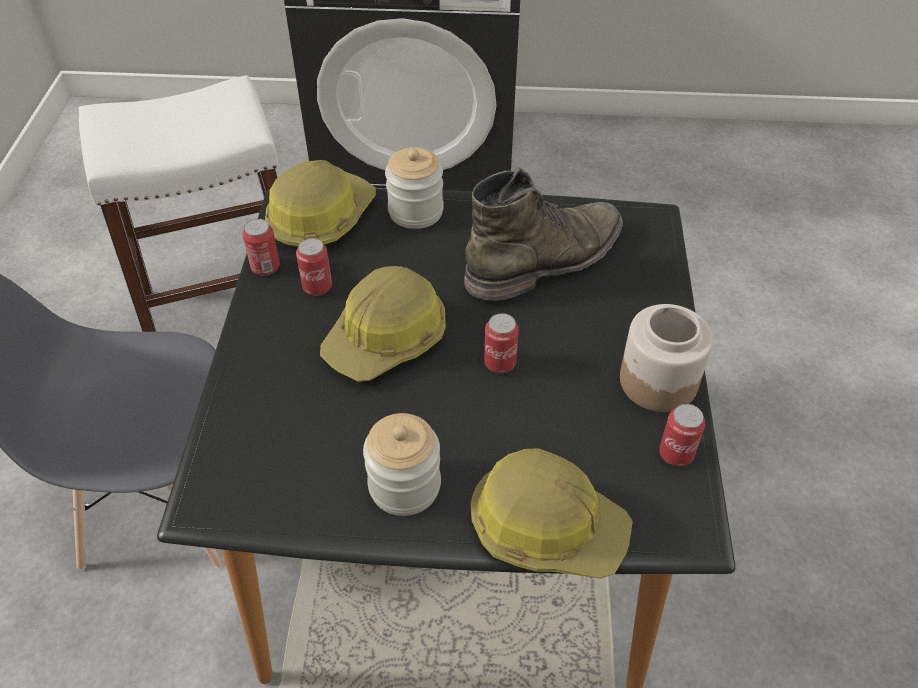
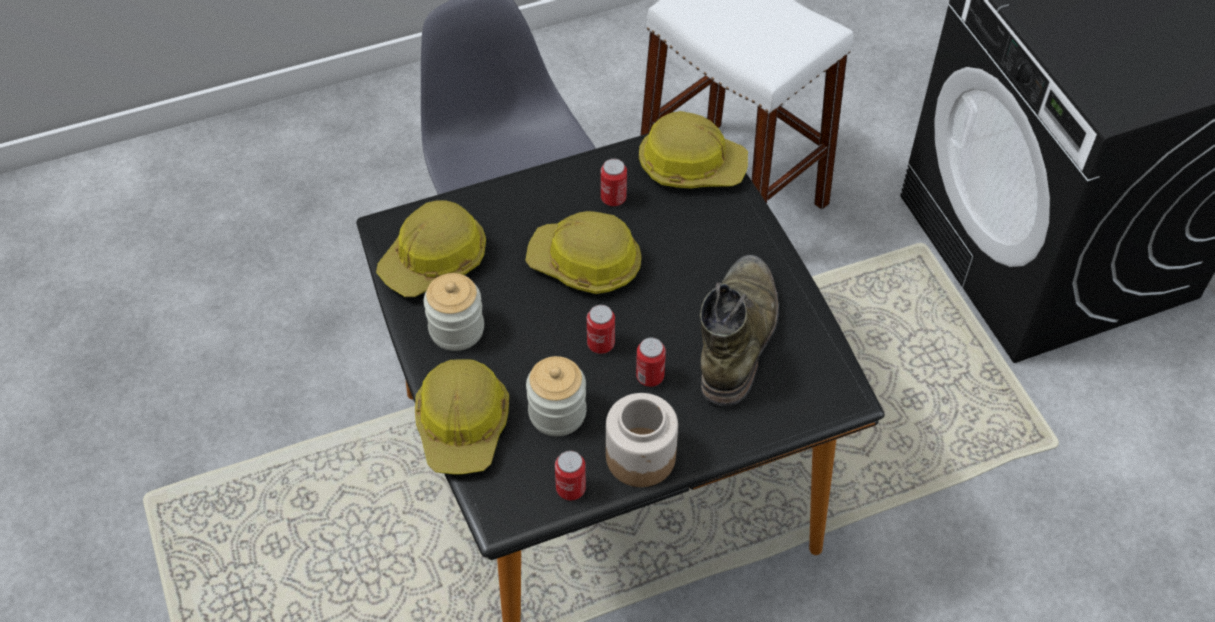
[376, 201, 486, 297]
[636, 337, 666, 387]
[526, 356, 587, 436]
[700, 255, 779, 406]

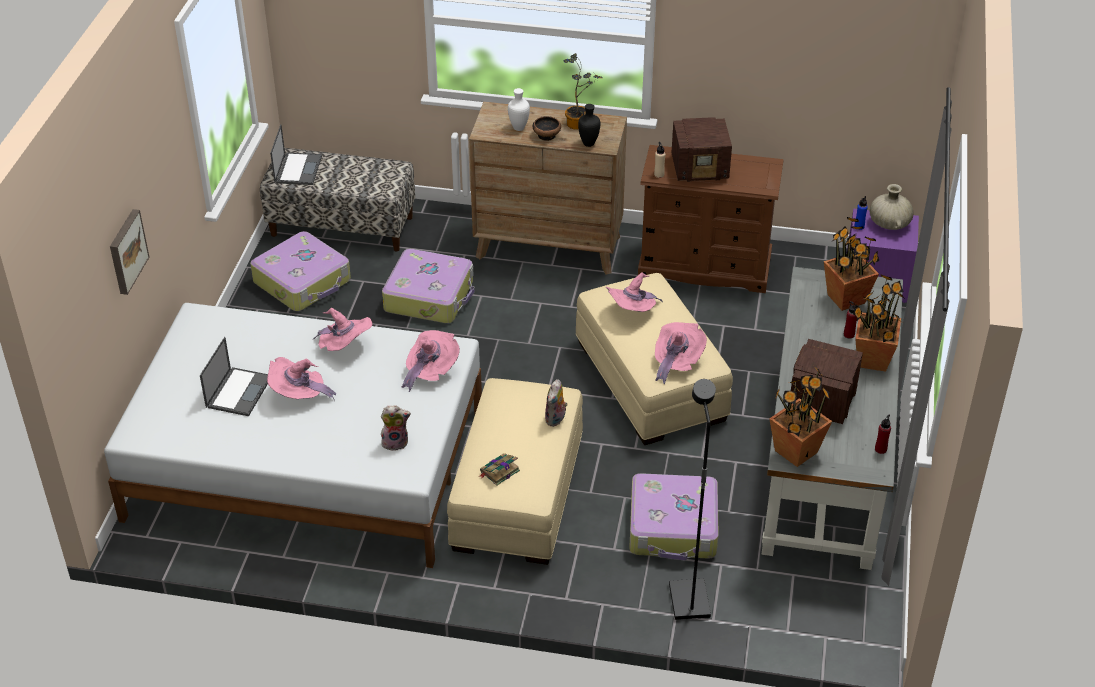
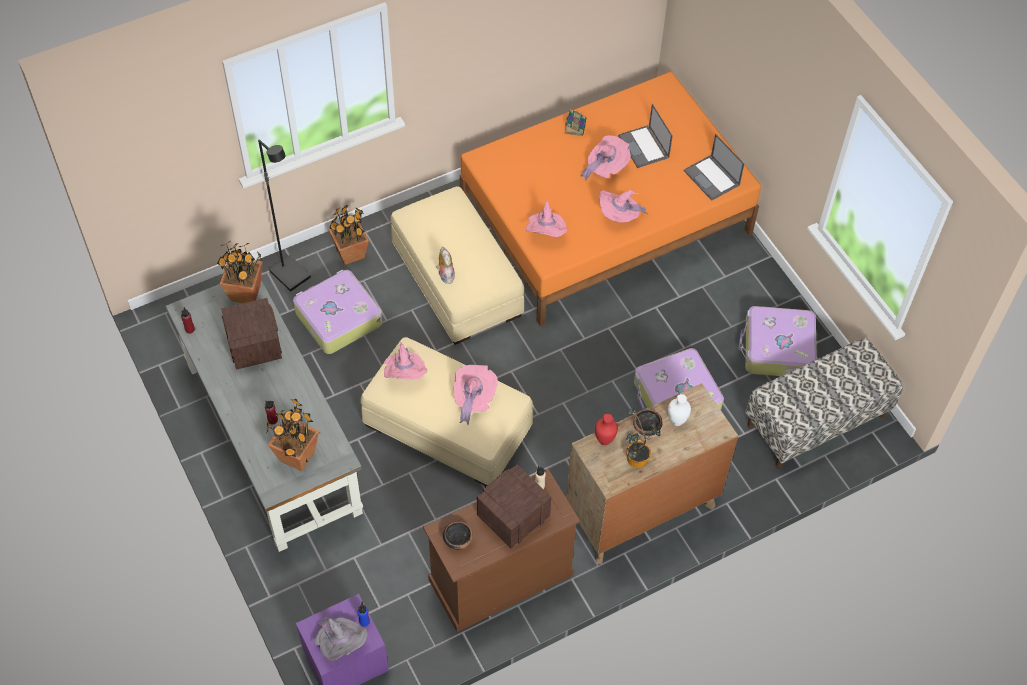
[110, 209, 149, 295] (first image)
[381, 405, 411, 451] (first image)
[443, 521, 473, 550]
[684, 134, 745, 201]
[564, 109, 586, 136]
[328, 204, 369, 265]
[314, 616, 367, 661]
[460, 72, 761, 326]
[595, 414, 618, 445]

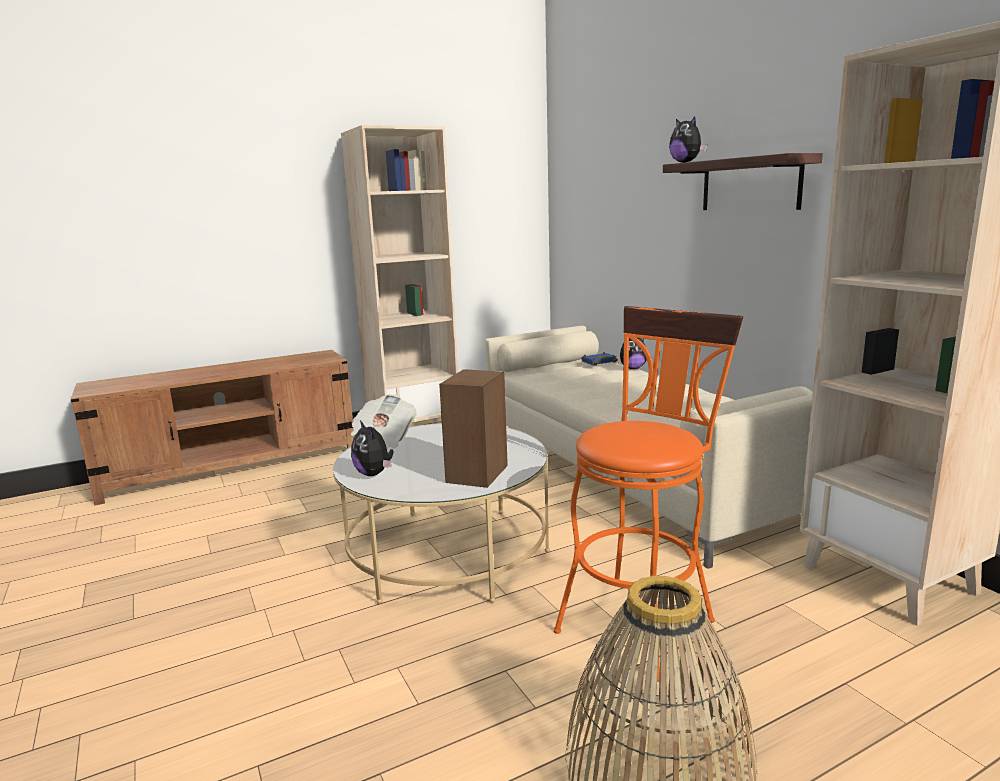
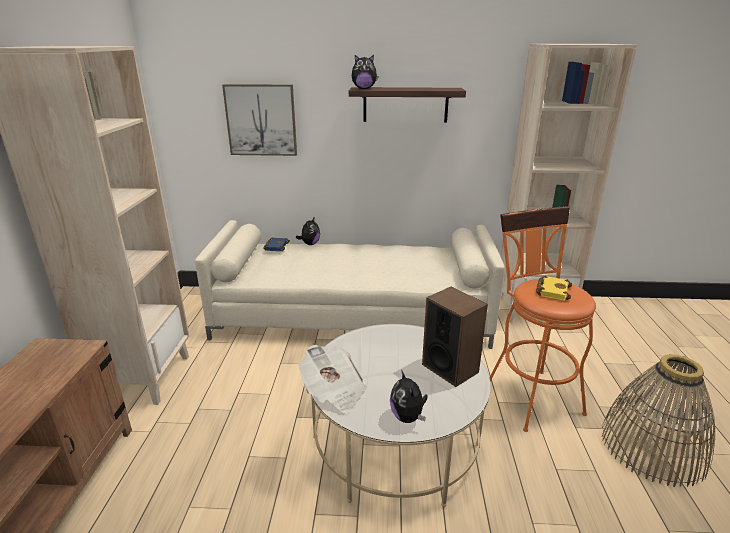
[222, 84, 297, 156]
[536, 276, 572, 301]
[390, 370, 428, 423]

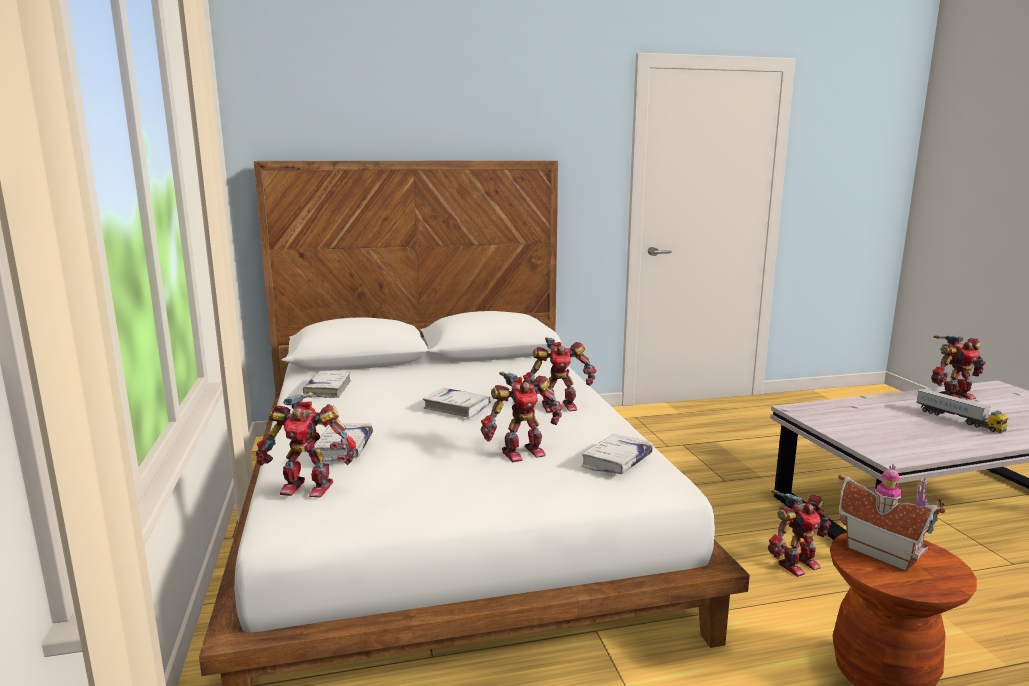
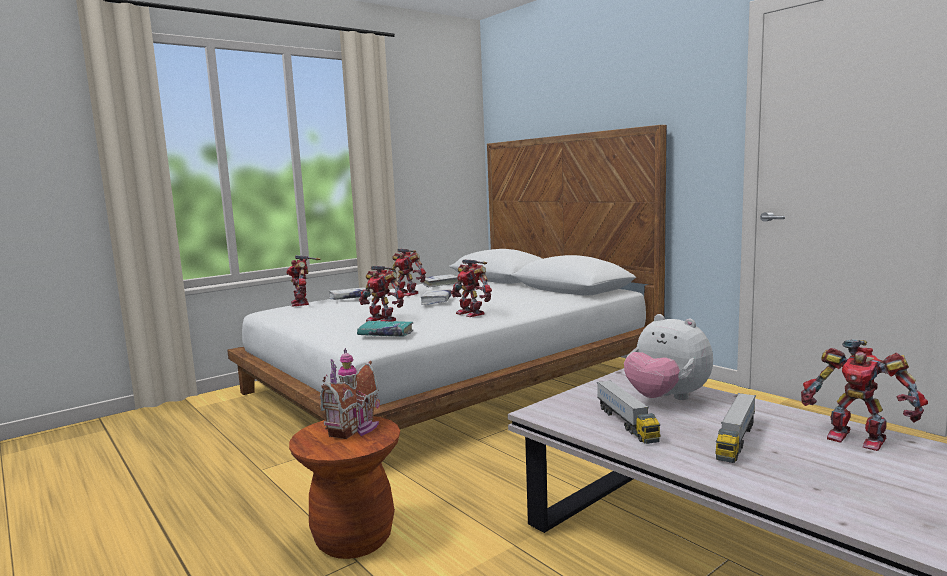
[597, 380, 660, 444]
[624, 314, 713, 400]
[388, 248, 426, 296]
[357, 321, 413, 337]

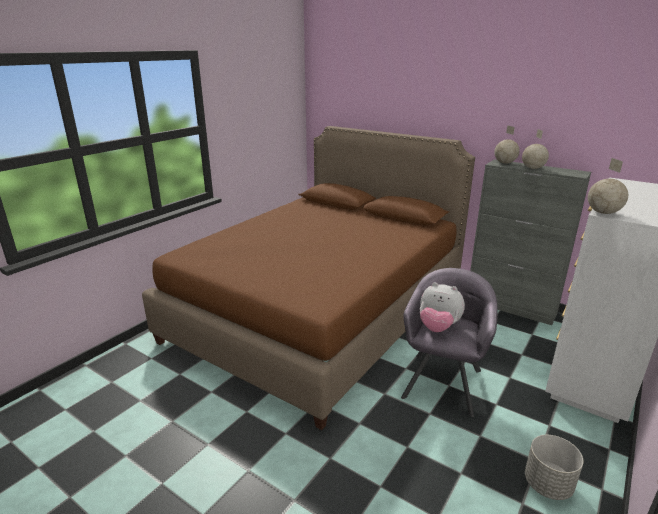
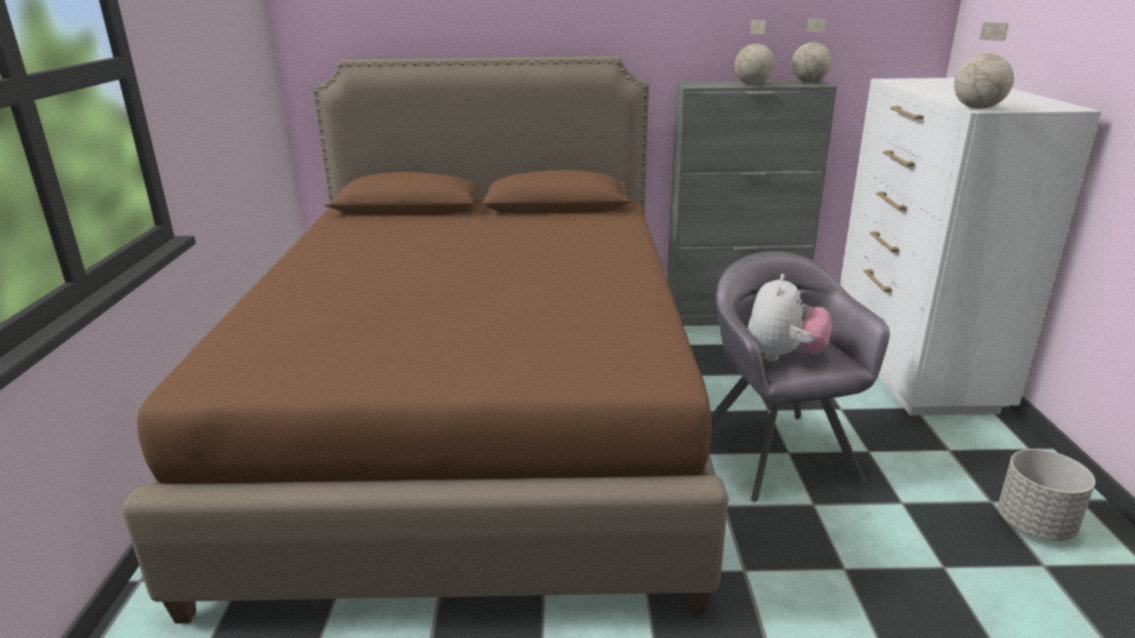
[791, 19, 832, 83]
[748, 274, 832, 361]

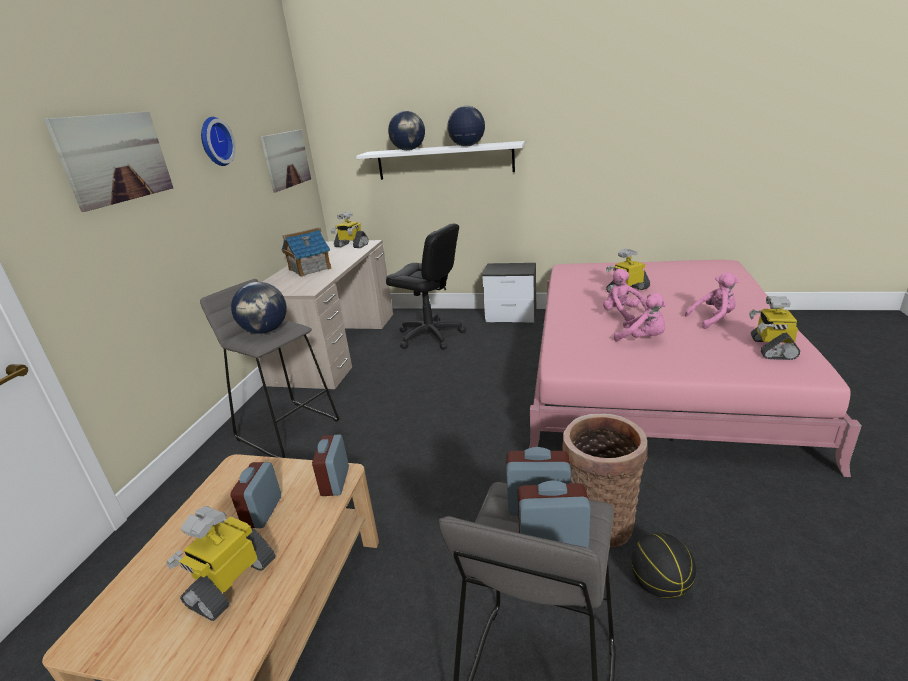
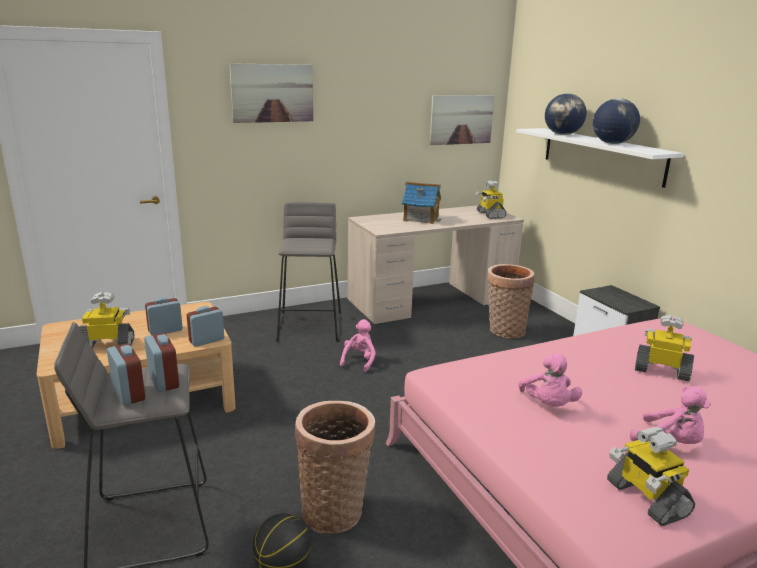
[201, 117, 236, 166] (first image)
[231, 282, 287, 334] (first image)
[340, 319, 376, 372]
[487, 264, 534, 338]
[607, 427, 695, 526]

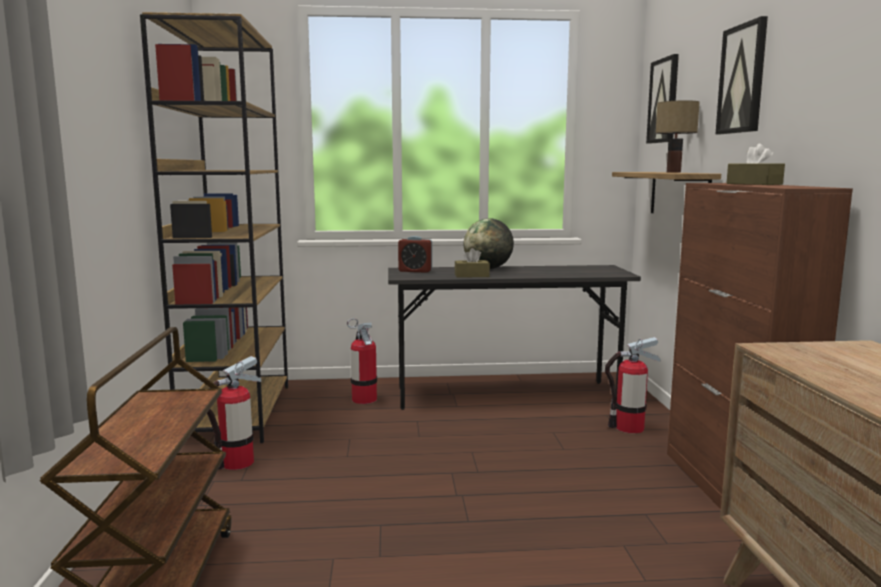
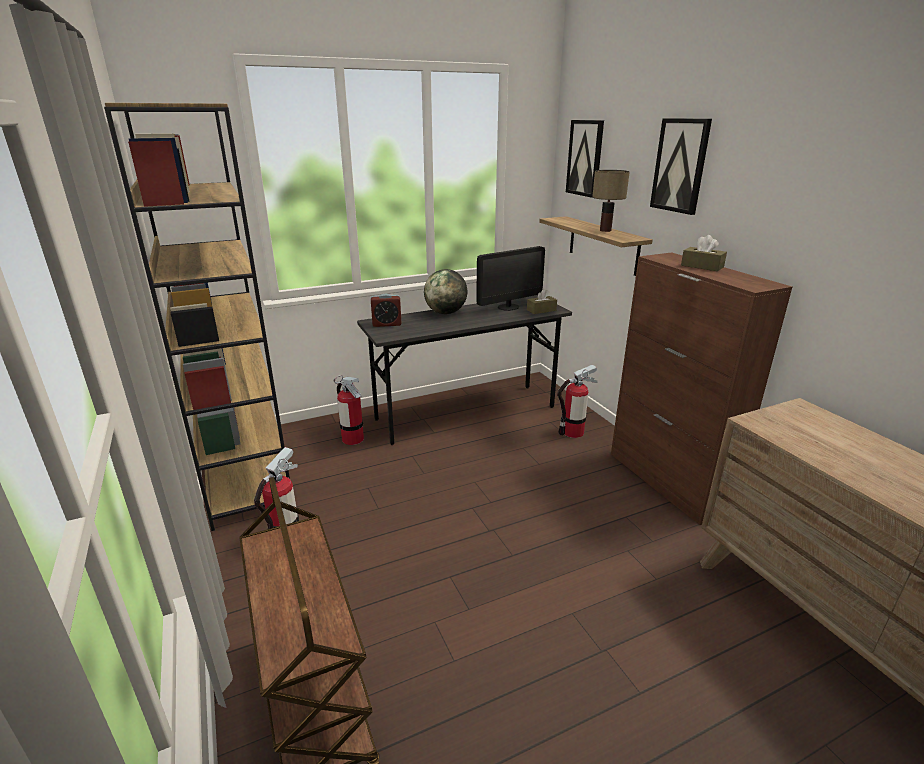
[476, 246, 545, 311]
[527, 289, 557, 314]

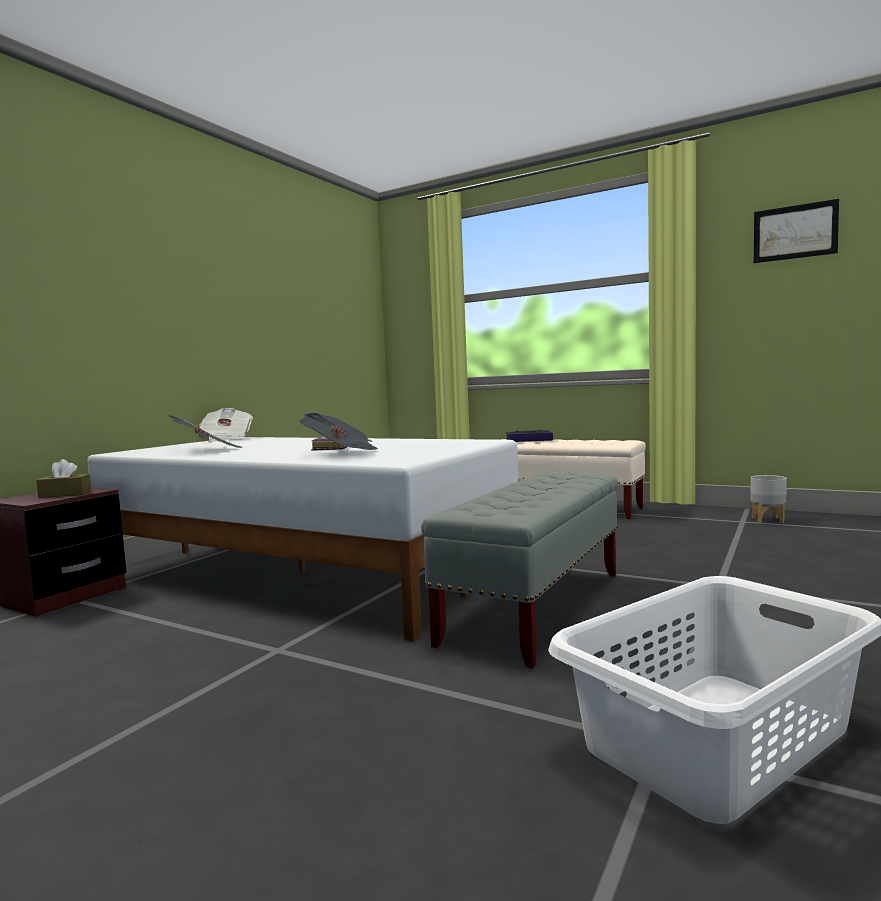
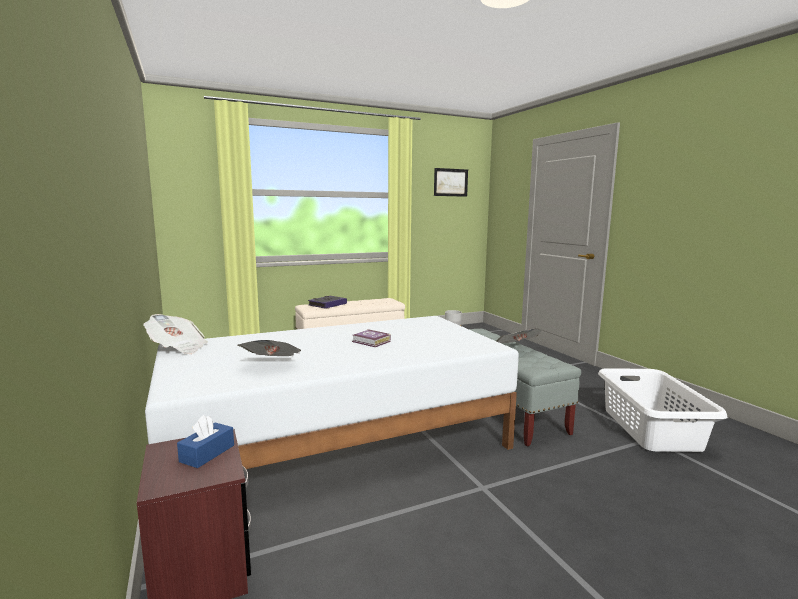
[496, 329, 542, 343]
[177, 415, 234, 468]

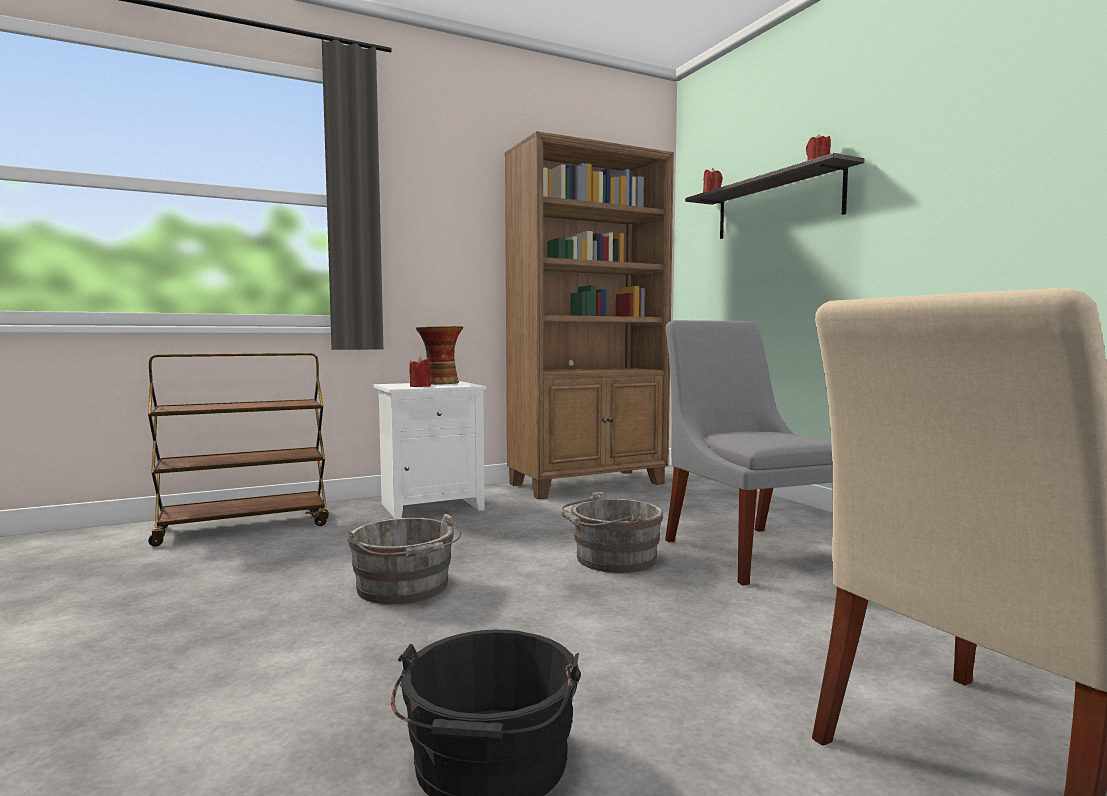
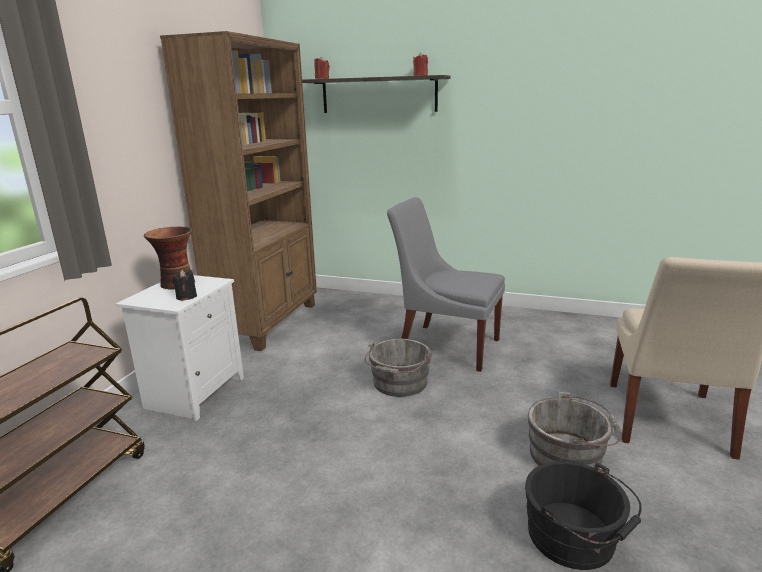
[527, 392, 622, 469]
[173, 269, 197, 301]

